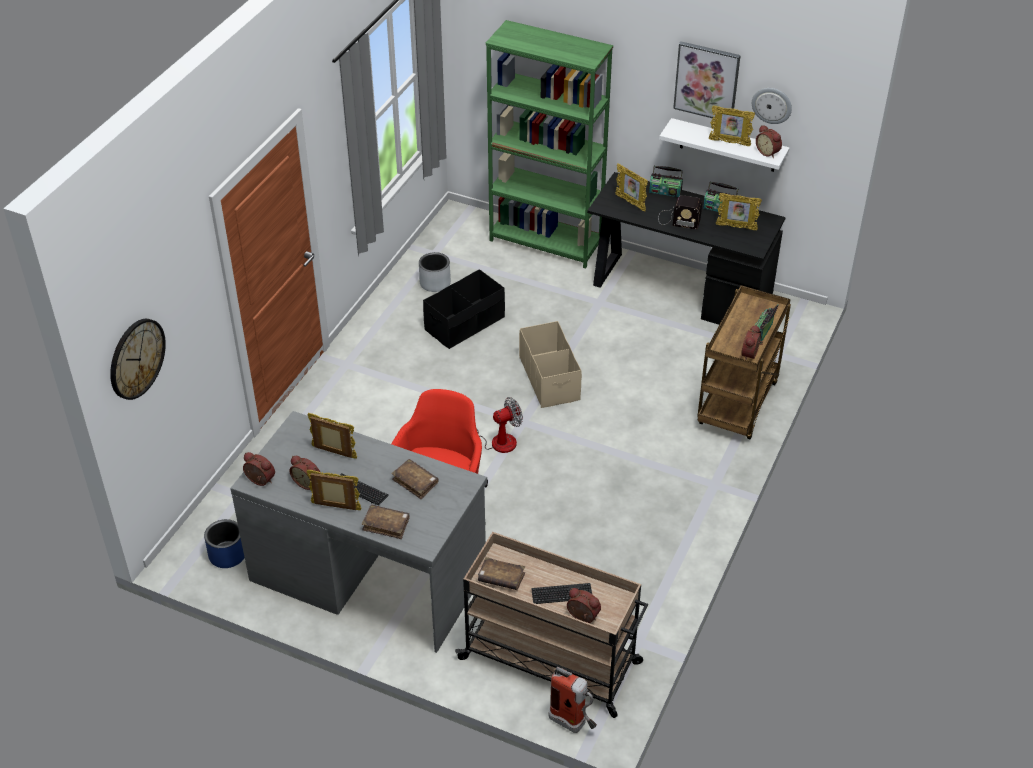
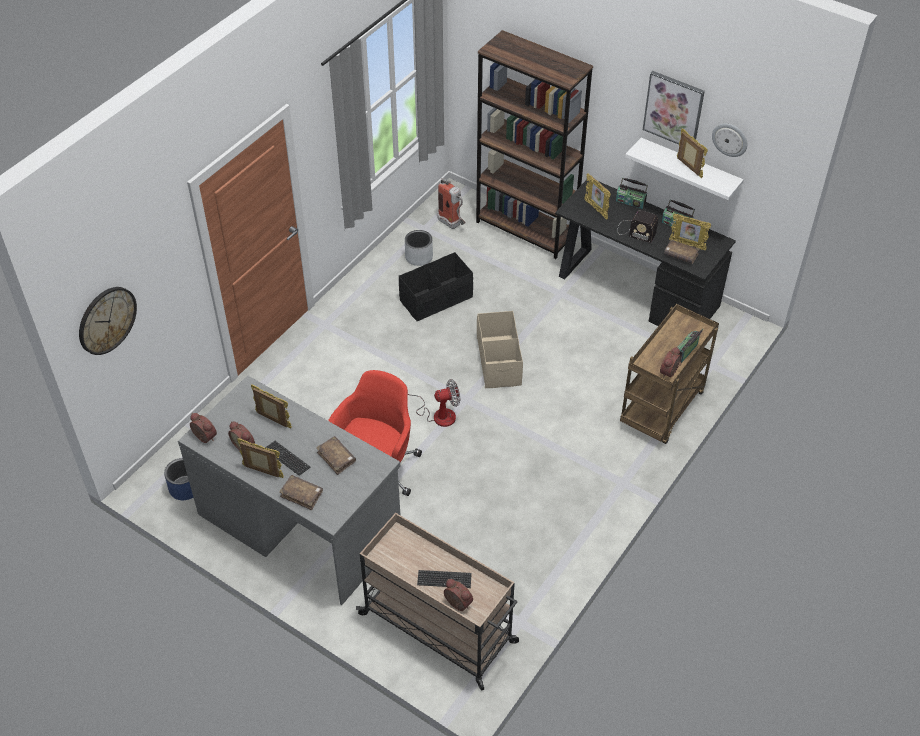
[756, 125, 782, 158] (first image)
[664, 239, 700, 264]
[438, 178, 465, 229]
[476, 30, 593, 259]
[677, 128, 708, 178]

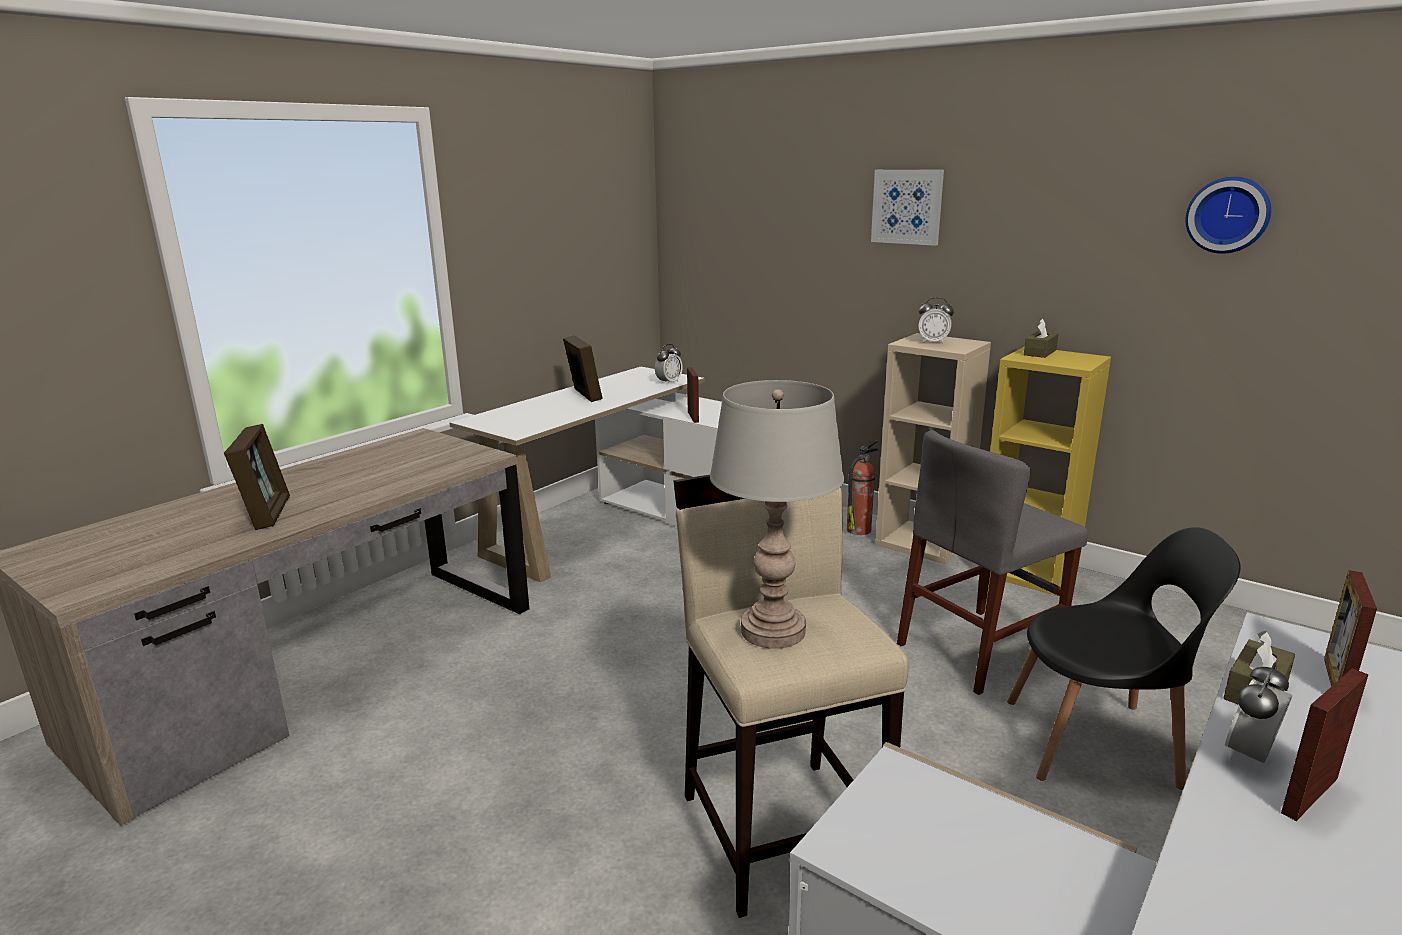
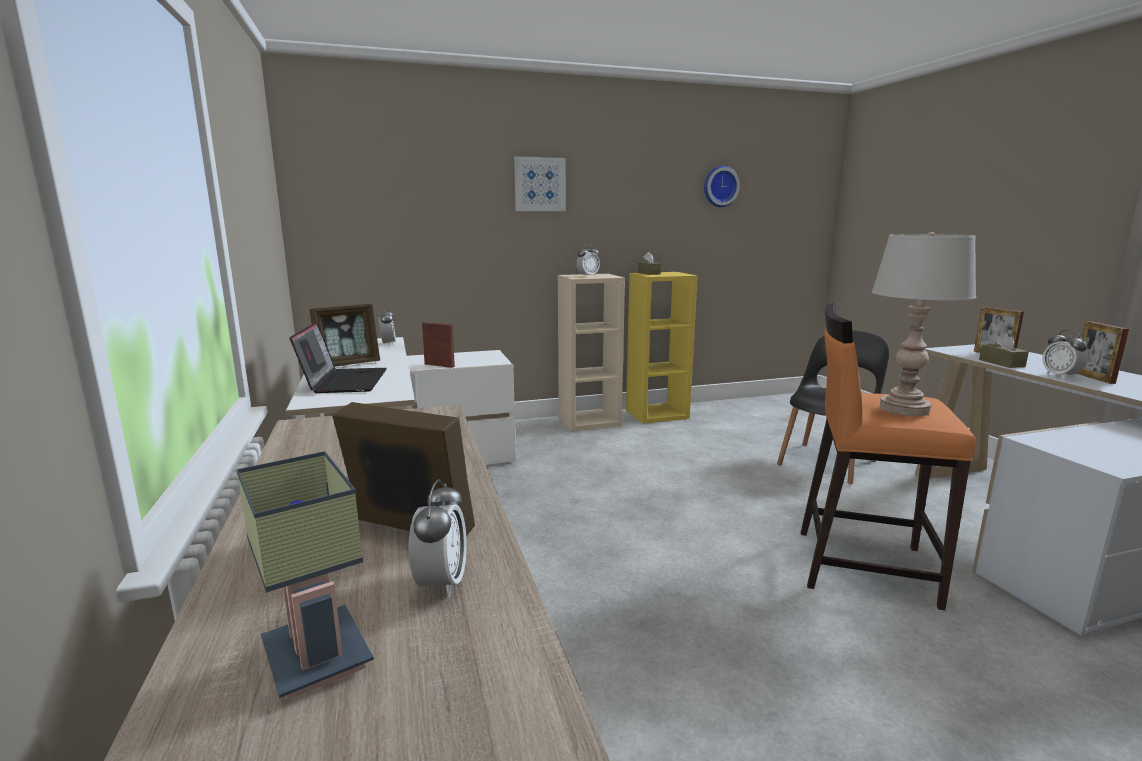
[847, 440, 879, 535] (first image)
[897, 430, 1088, 695] (first image)
[236, 451, 374, 700]
[290, 322, 387, 393]
[408, 479, 467, 597]
[801, 303, 976, 610]
[309, 304, 380, 366]

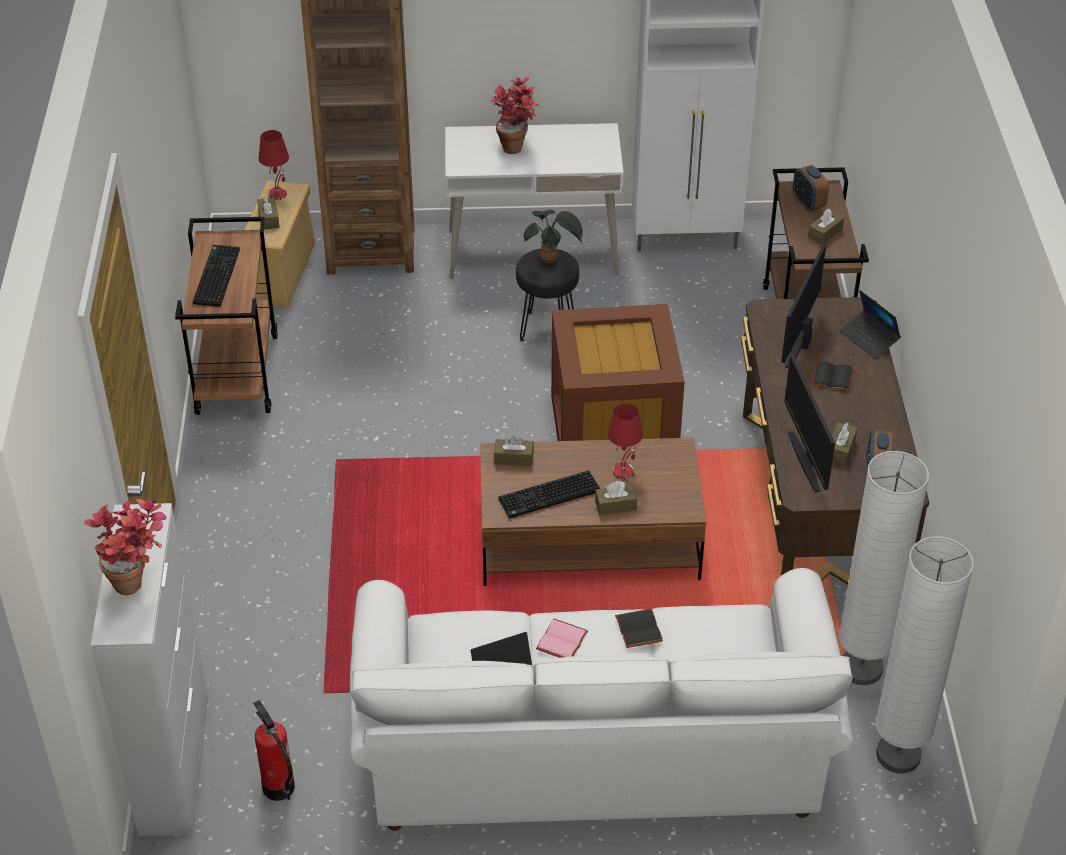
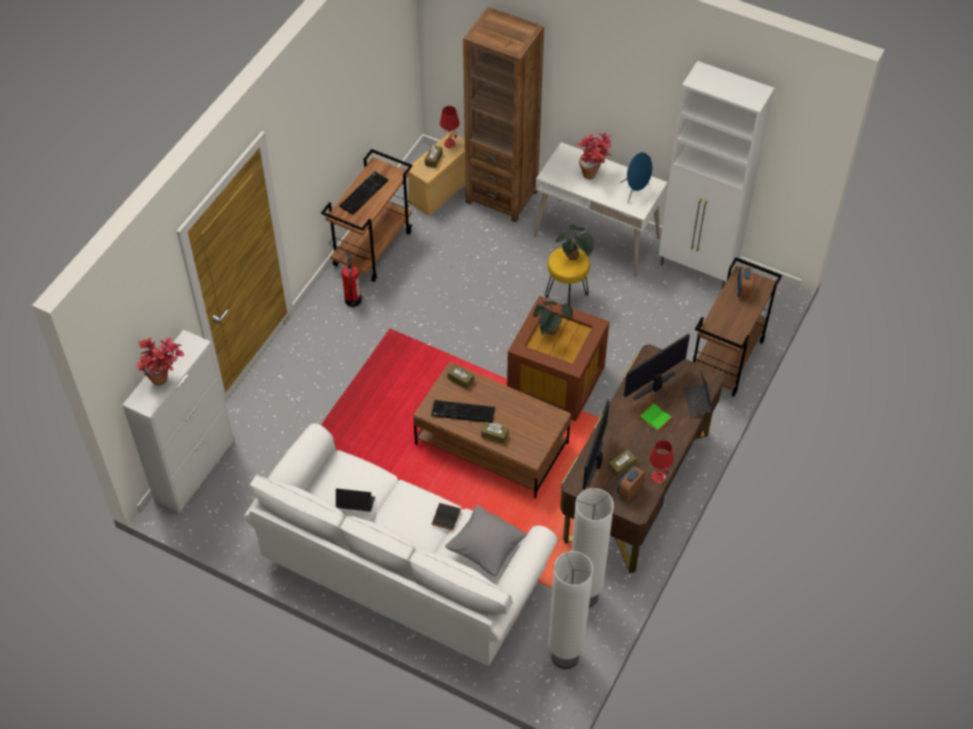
[536, 619, 588, 658] (first image)
[808, 209, 844, 245] (first image)
[445, 505, 527, 576]
[533, 301, 573, 336]
[620, 152, 653, 204]
[342, 252, 362, 308]
[649, 440, 674, 484]
[545, 247, 590, 305]
[638, 403, 672, 432]

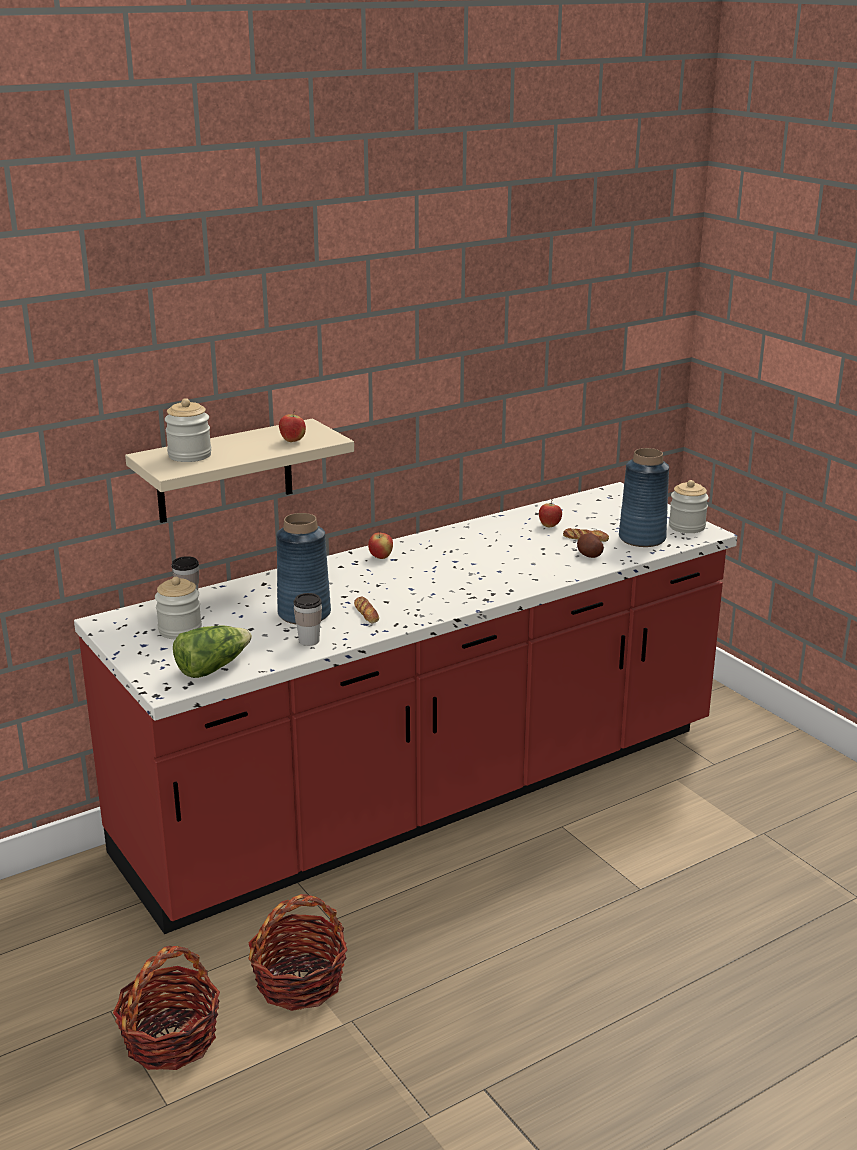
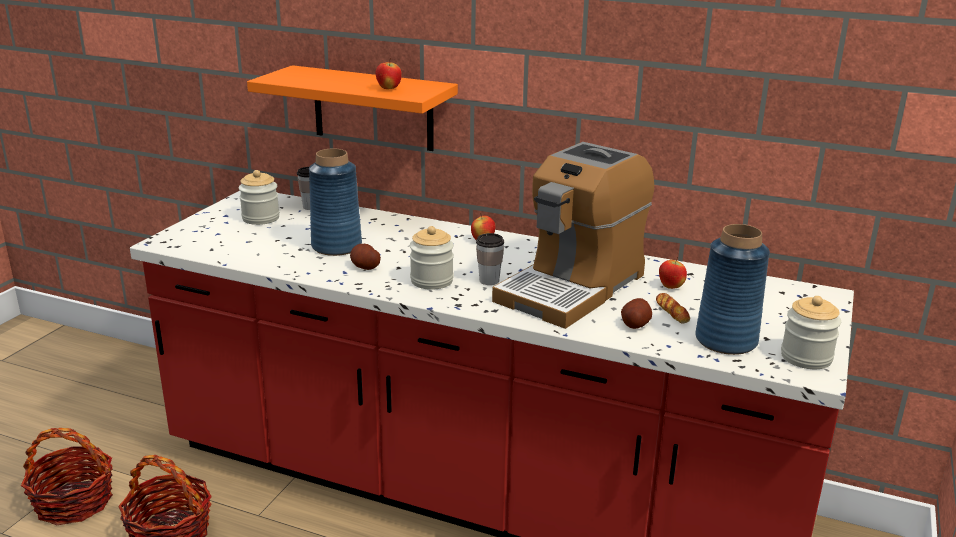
[173, 625, 252, 678] (first image)
[492, 142, 654, 329]
[410, 226, 454, 290]
[476, 233, 504, 285]
[350, 244, 381, 270]
[247, 65, 458, 151]

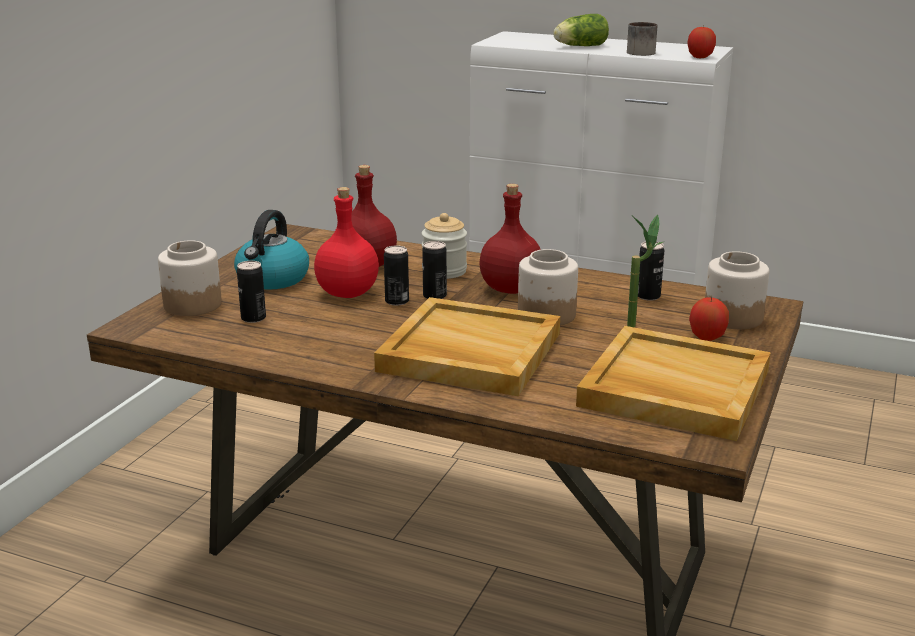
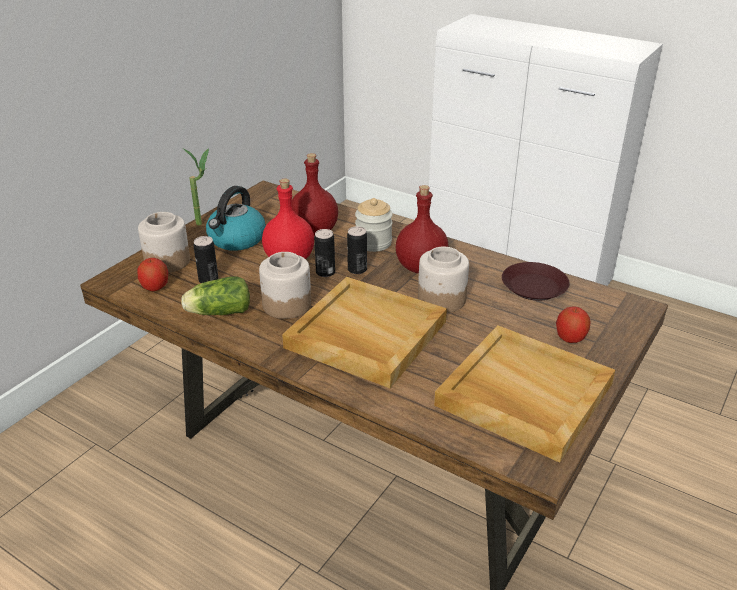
[627, 22, 658, 56] (first image)
[181, 277, 250, 315]
[184, 148, 209, 225]
[137, 258, 168, 291]
[259, 252, 311, 319]
[502, 262, 570, 301]

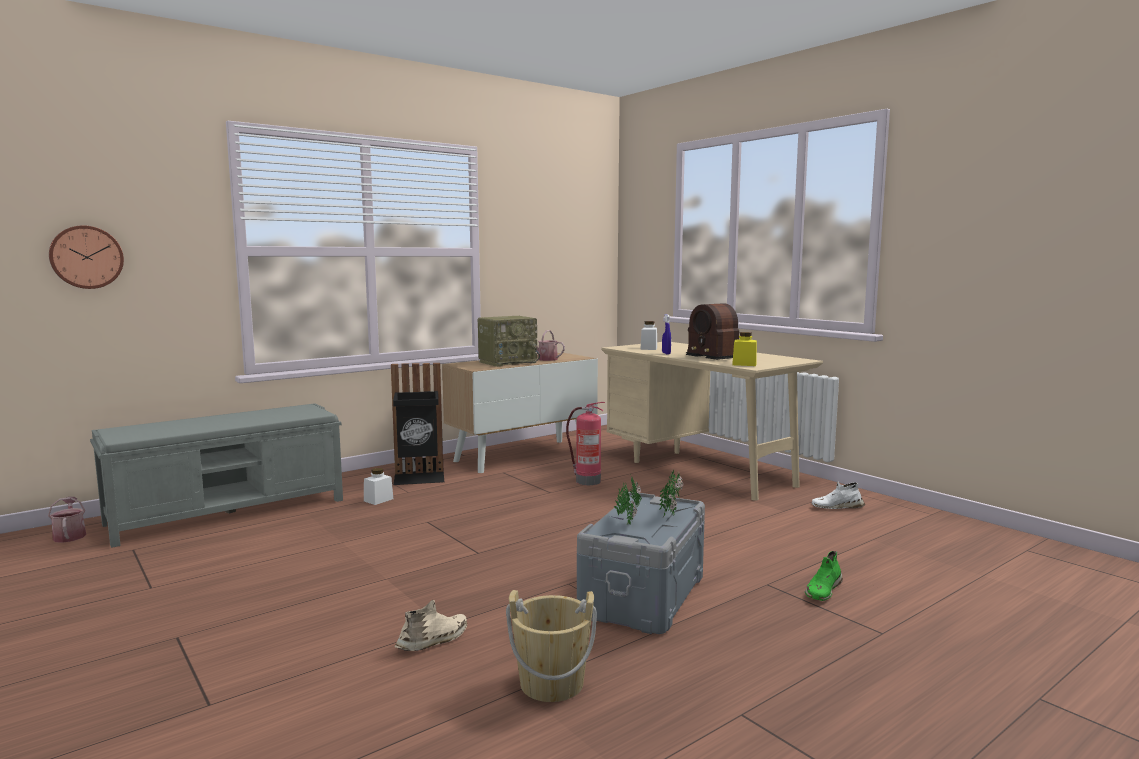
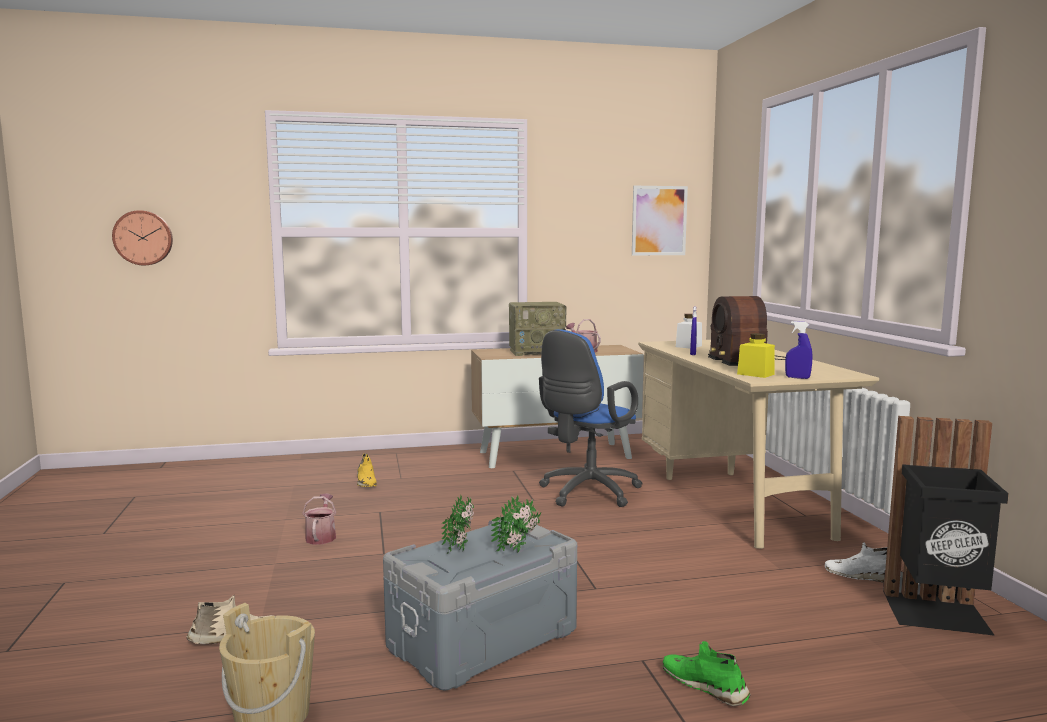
[90, 403, 343, 548] (first image)
[632, 186, 688, 255]
[785, 321, 812, 379]
[302, 493, 337, 545]
[883, 416, 1009, 636]
[357, 453, 377, 487]
[539, 329, 643, 507]
[663, 641, 751, 706]

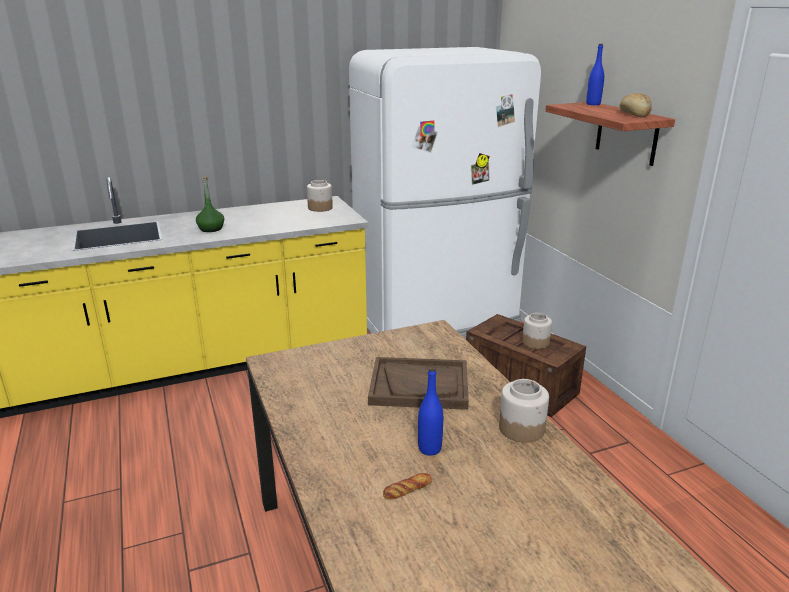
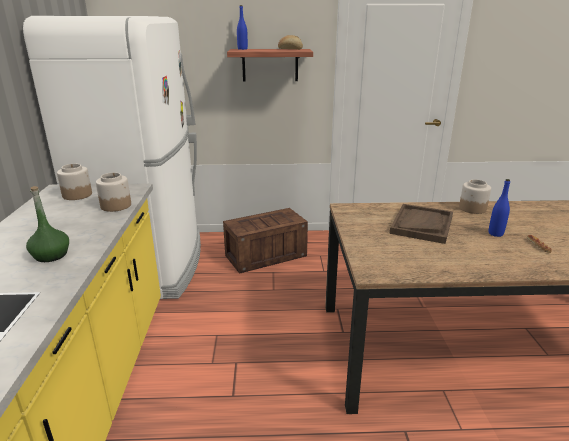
[96, 173, 131, 212]

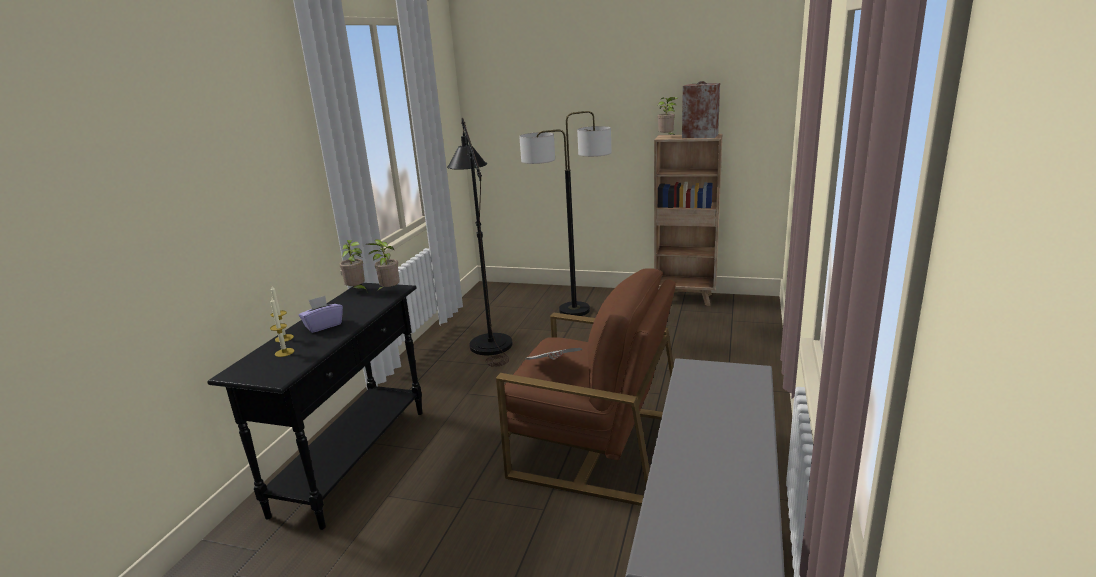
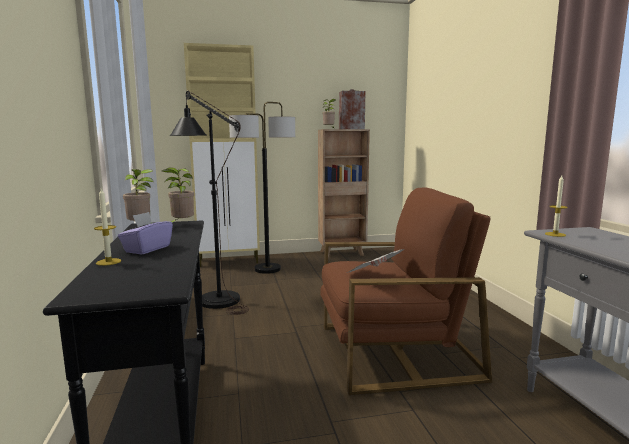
[184, 43, 260, 267]
[545, 176, 568, 237]

